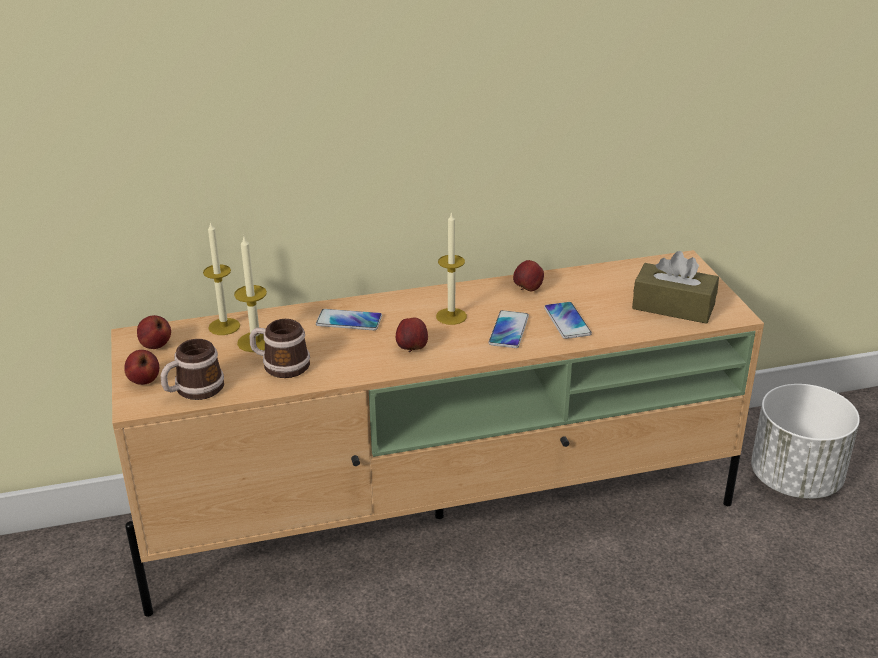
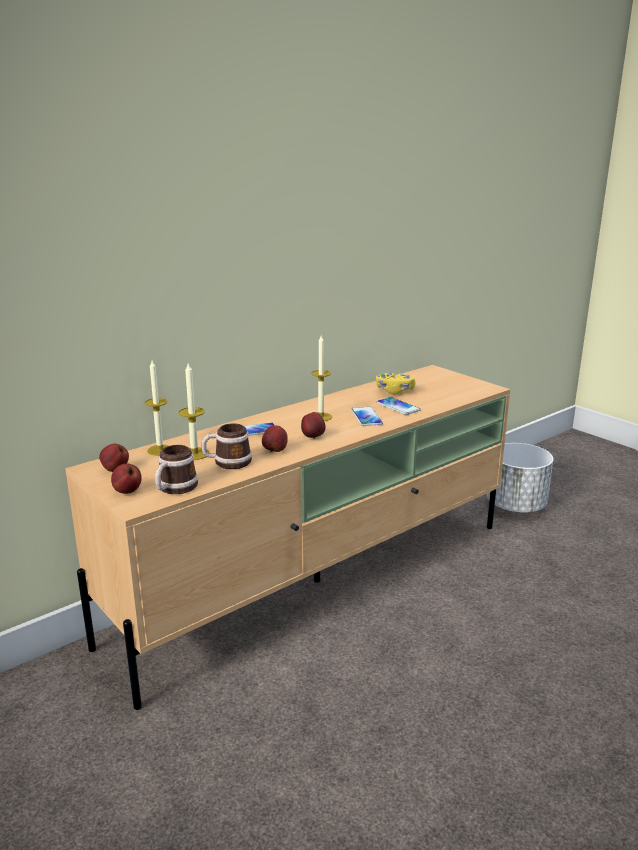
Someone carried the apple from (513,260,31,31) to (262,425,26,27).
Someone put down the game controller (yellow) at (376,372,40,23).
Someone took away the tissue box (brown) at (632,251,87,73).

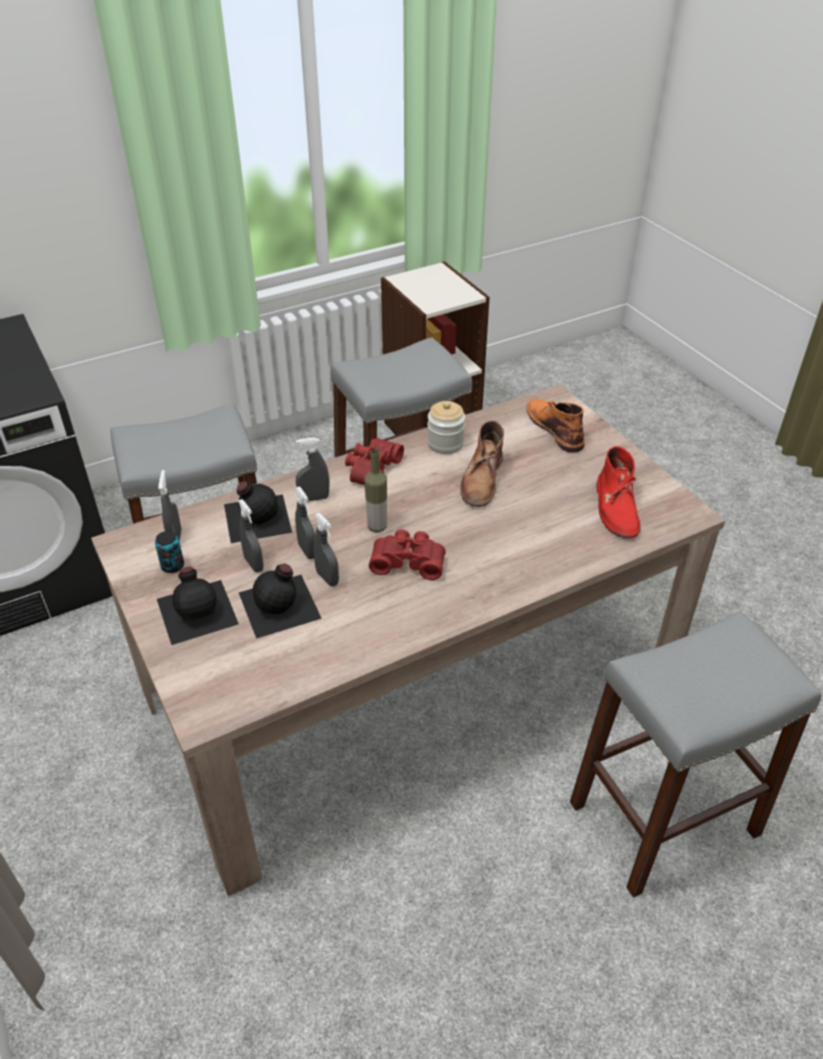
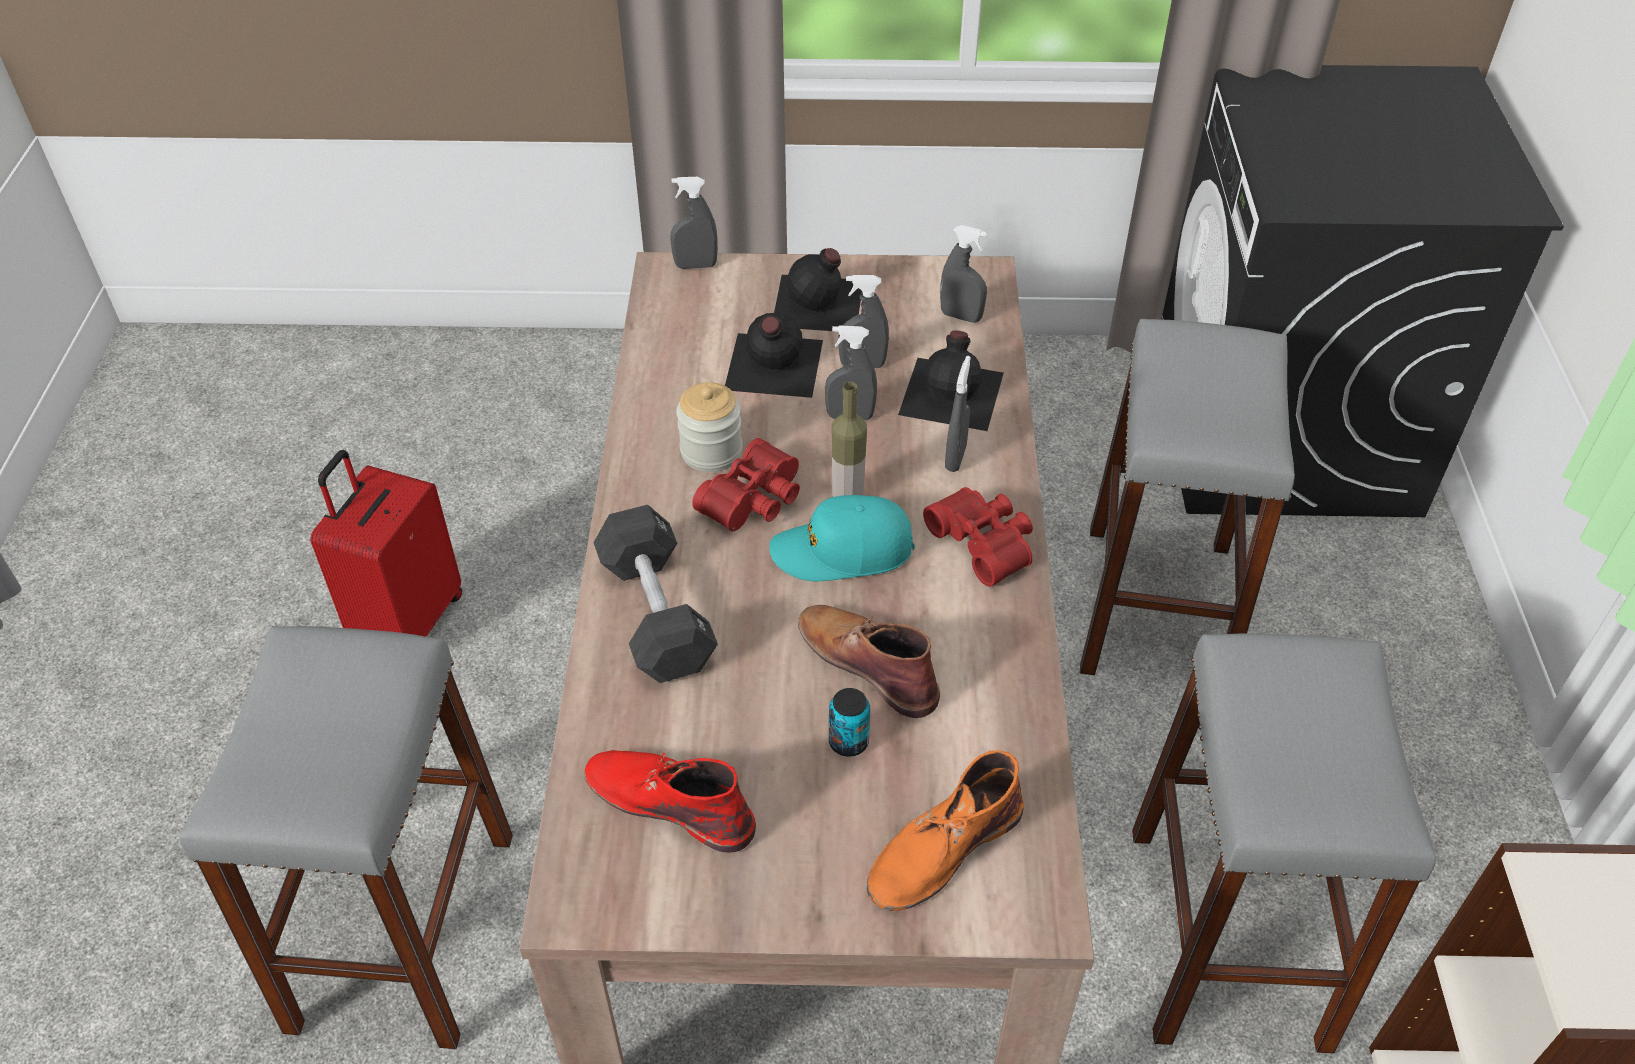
Someone put down the suitcase (red) at (310,450,152,187).
Someone put down the dumbbell (black) at (593,505,125,178).
Someone carried the spray bottle (grey) from (313,513,26,73) to (670,177,48,92).
Someone carried the jar from (427,401,38,53) to (676,382,66,90).
Someone put down the cap (turquoise) at (769,495,146,86).
Someone carried the can from (155,531,29,42) to (829,688,41,69).
Someone rotated the boot (orange) at (526,399,59,54) by 135 degrees clockwise.

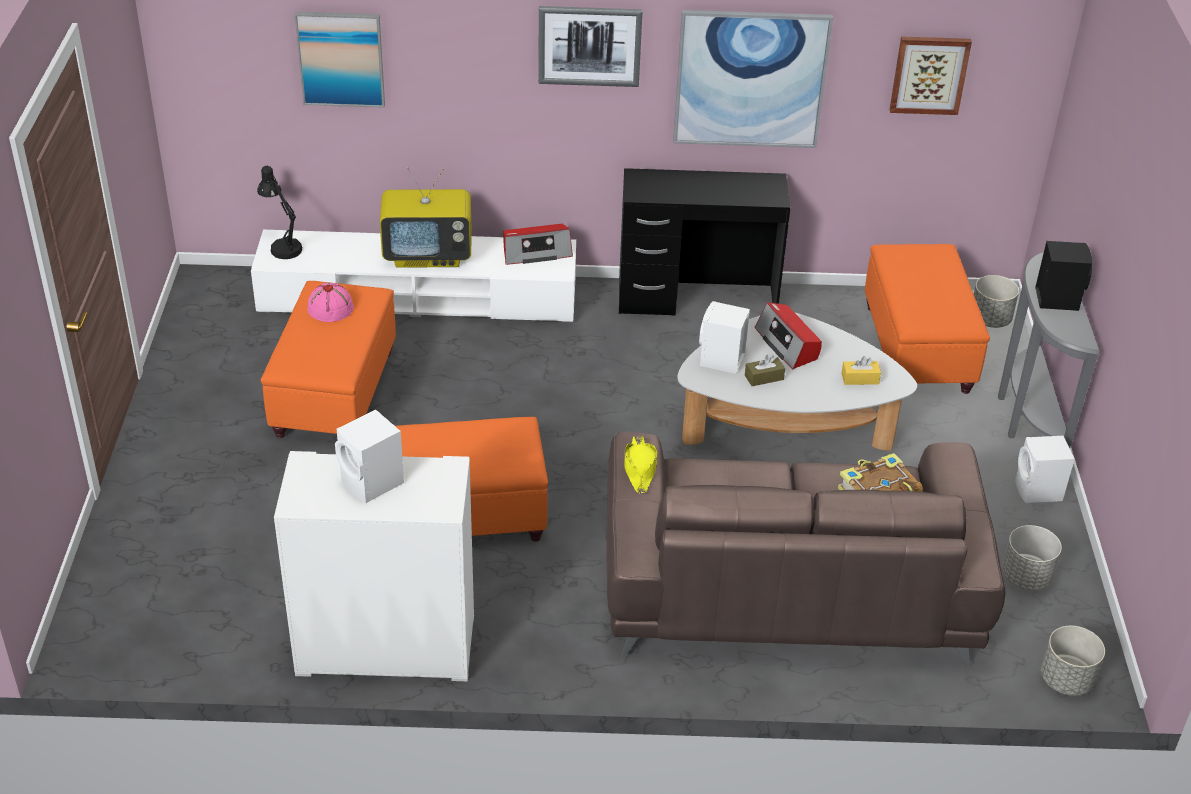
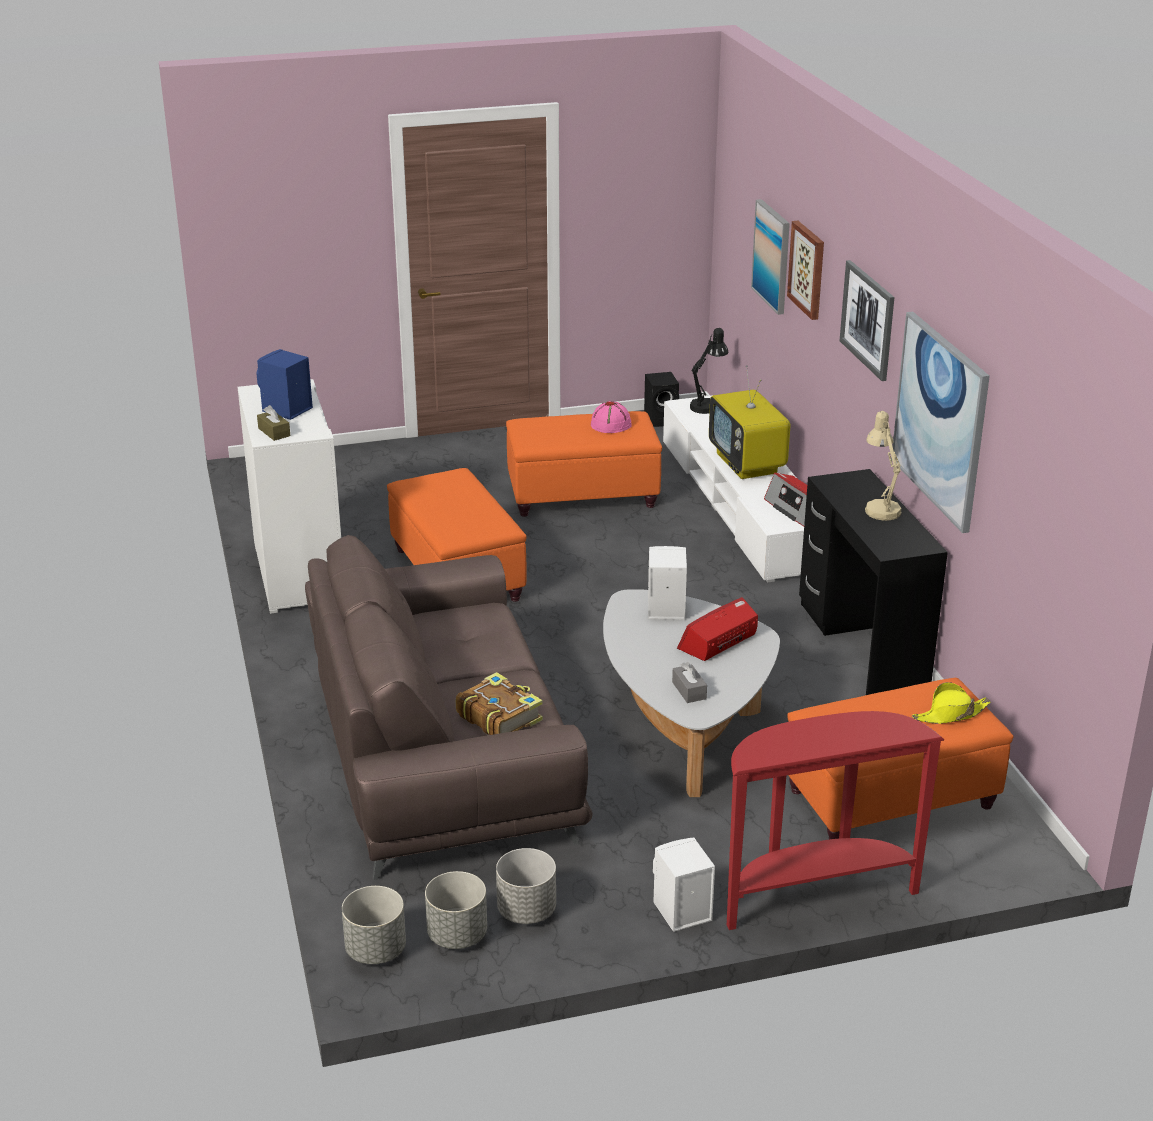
Someone repainted the speaker (white) at (335,410,69,93), which became the speaker (blue) at (256,349,57,71).
Someone carried the tissue box (brown) from (745,355,40,31) to (257,405,33,36).
Someone carried the planter (grey) from (974,275,45,53) to (425,871,62,78).
Someone carried the speaker (black) from (1035,241,57,70) to (644,372,35,55).
Someone repainted the tissue box (yellow) at (842,356,39,29), which became the tissue box (grey) at (672,662,35,41).
Someone repainted the console table (grey) at (998,252,101,196), which became the console table (red) at (727,711,217,219).
Someone carried the picture from (889,37,83,78) to (787,221,37,99).
Someone put down the table lamp (beige) at (865,411,37,110).
Someone carried the hat (yellow) from (624,436,33,58) to (912,682,79,42).

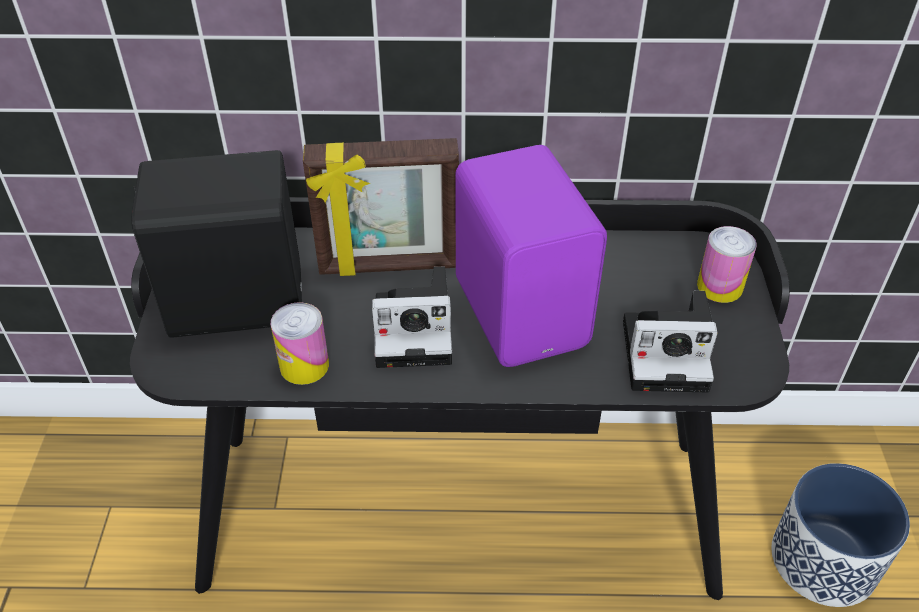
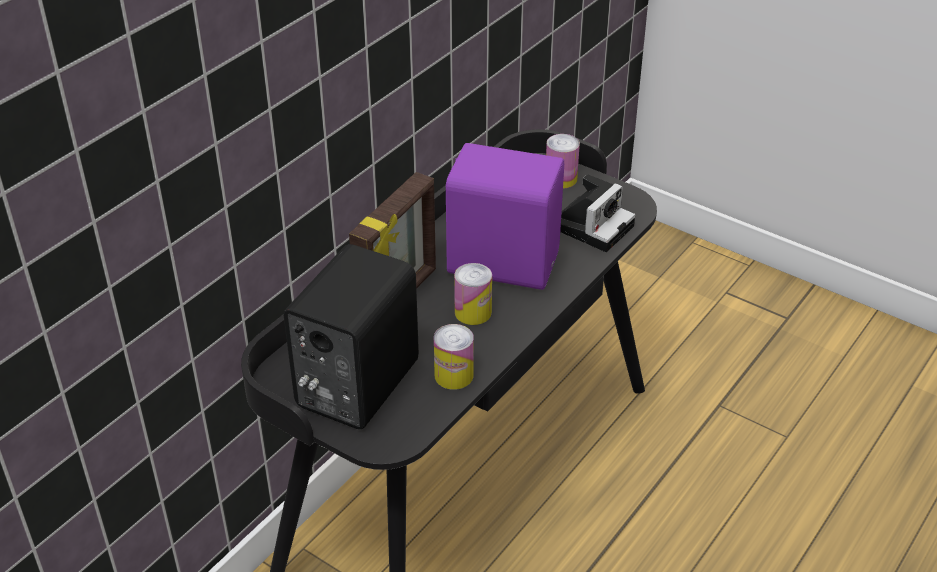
Someone swapped the photo camera at (372,267,80,101) for the can at (454,263,38,62).
Someone took away the planter at (771,463,139,144).

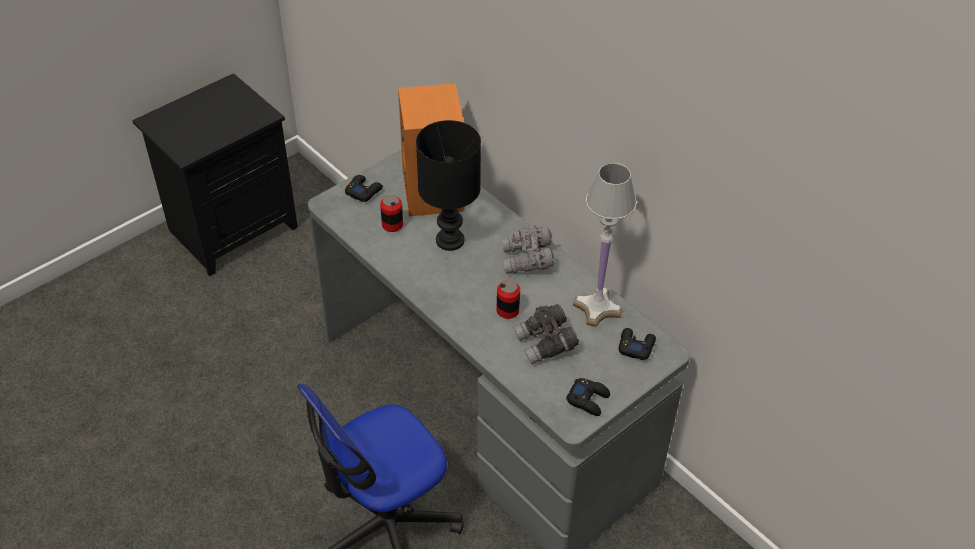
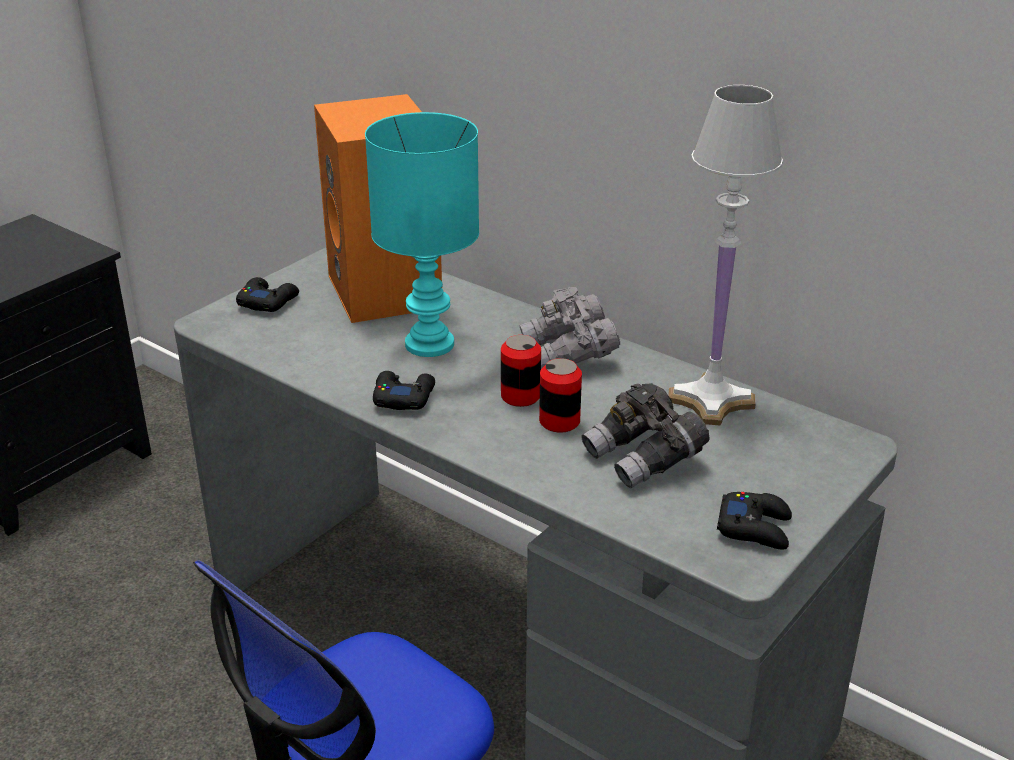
Someone repainted the table lamp (black) at (416,120,65,131), which became the table lamp (turquoise) at (365,112,114,245).
Someone carried the game controller (black) from (619,328,37,32) to (373,371,62,39).
Someone carried the can from (380,195,23,37) to (501,335,40,72).

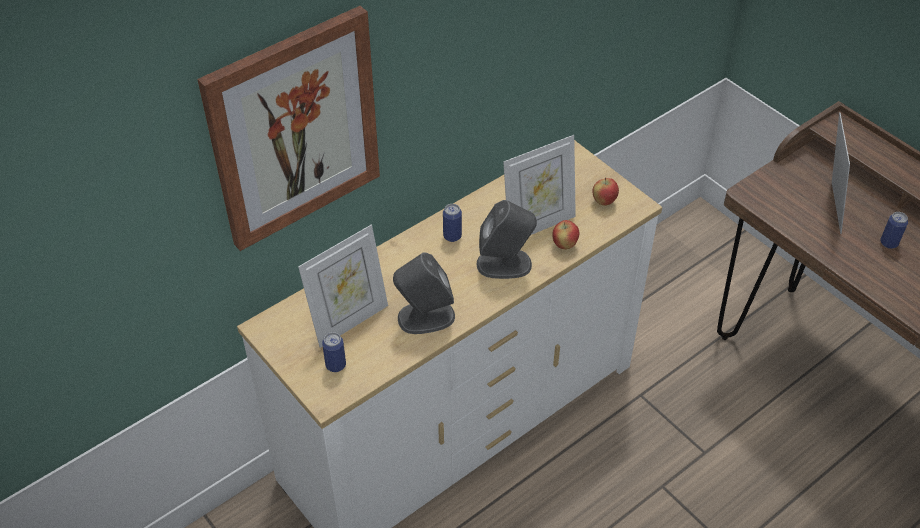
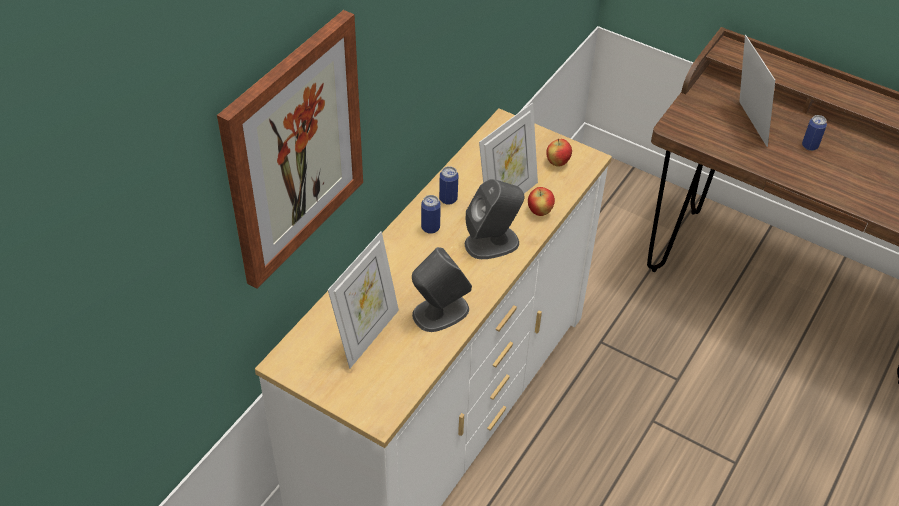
Someone carried the can from (322,332,24,40) to (439,166,19,39).

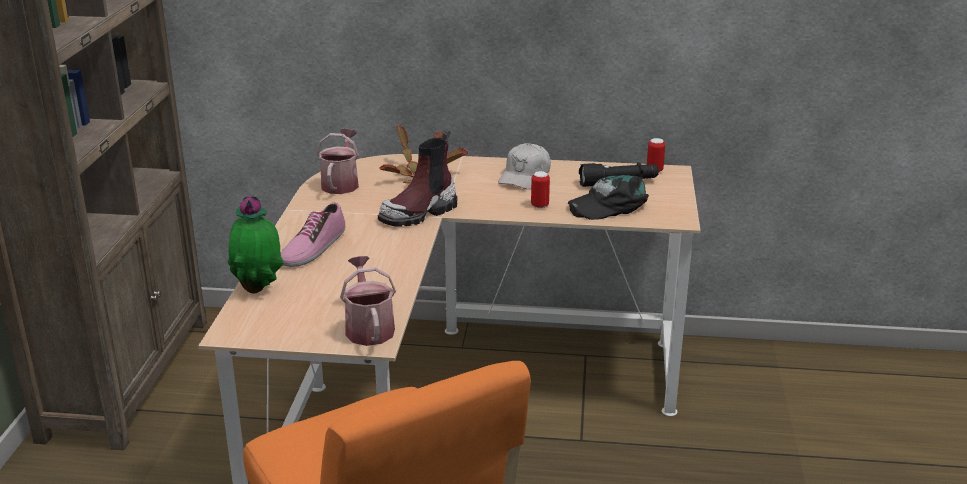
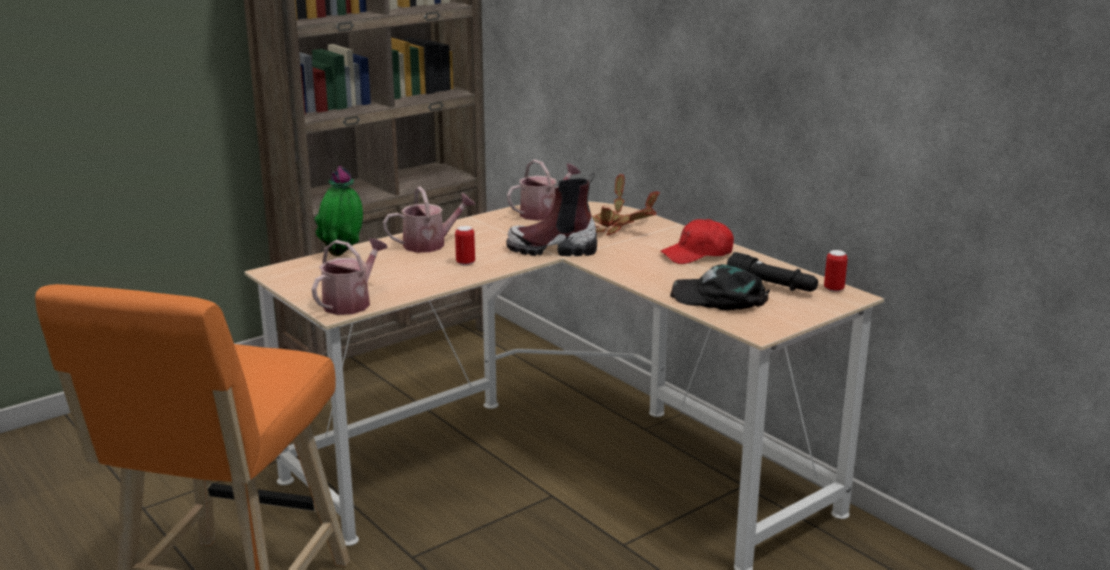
Someone swapped the shoe at (281,203,64,64) for the watering can at (383,186,93,67).
Someone carried the can from (531,171,19,37) to (455,226,20,39).
Someone repainted the cap (white) at (498,143,53,46), which became the cap (red) at (660,219,74,45).

